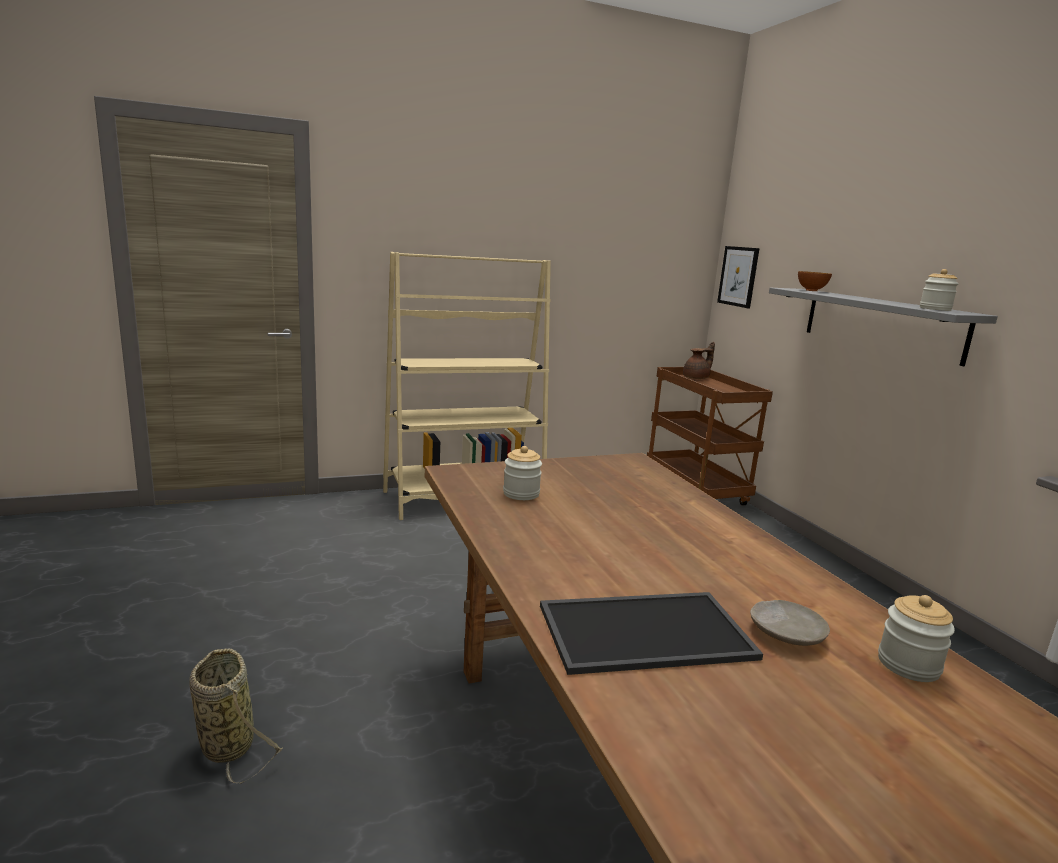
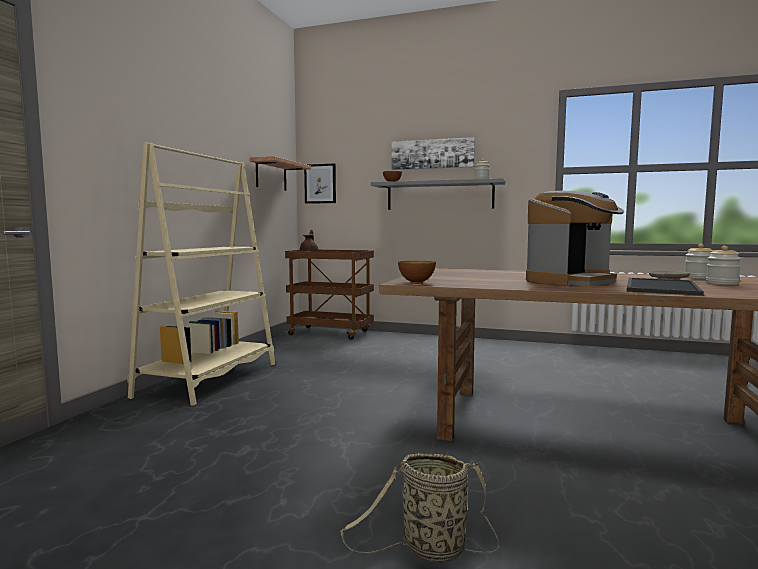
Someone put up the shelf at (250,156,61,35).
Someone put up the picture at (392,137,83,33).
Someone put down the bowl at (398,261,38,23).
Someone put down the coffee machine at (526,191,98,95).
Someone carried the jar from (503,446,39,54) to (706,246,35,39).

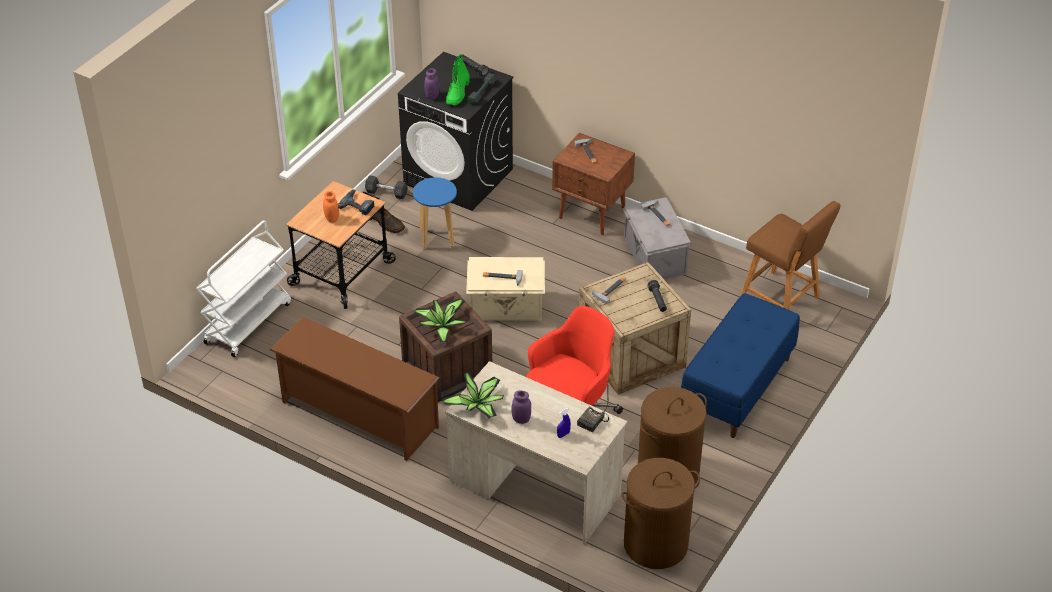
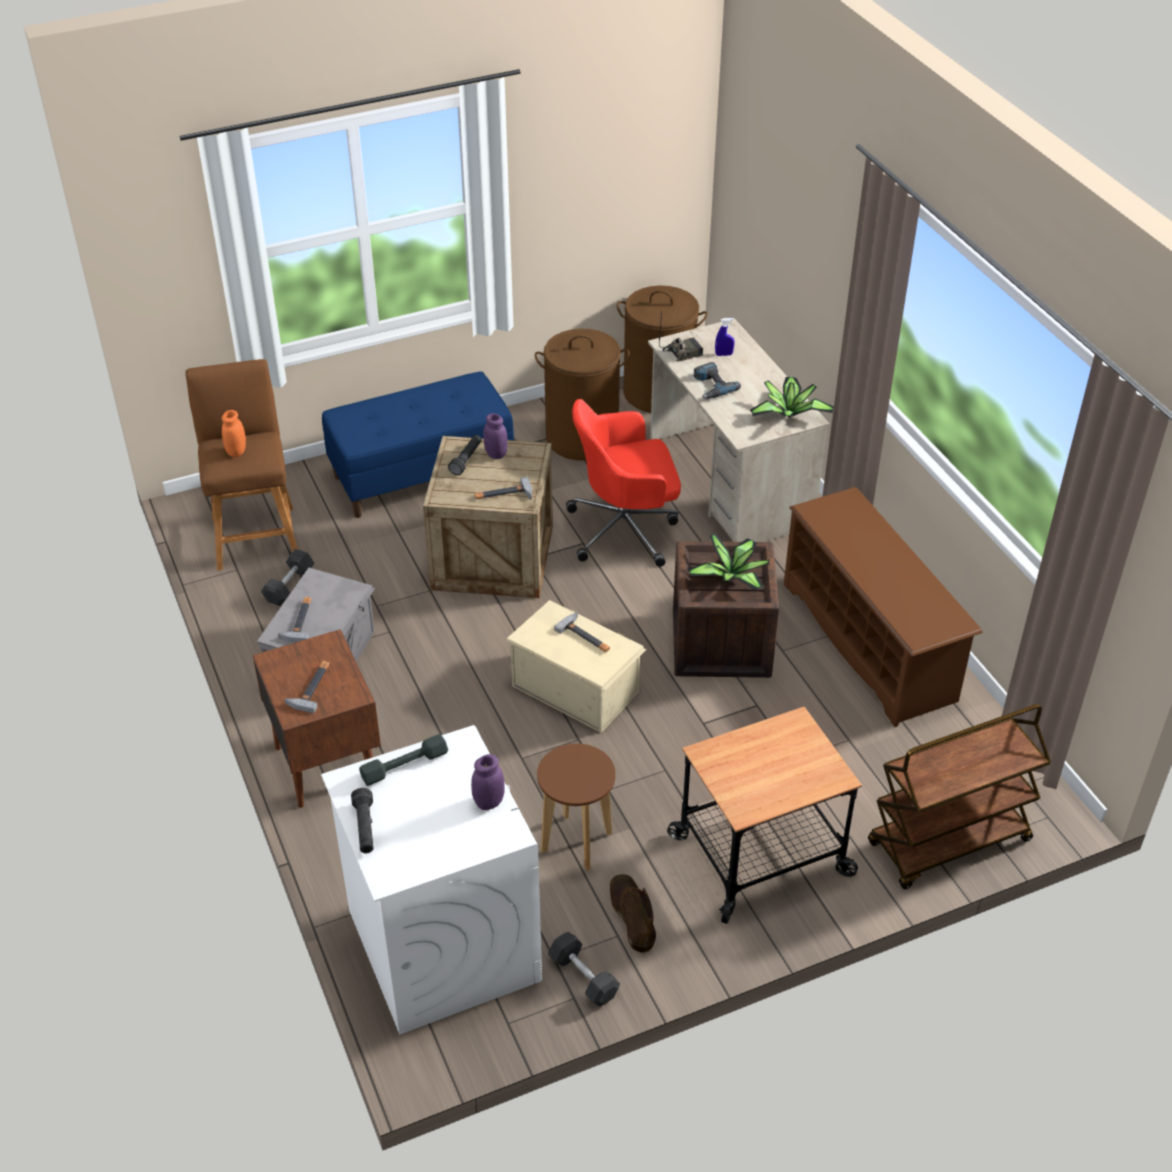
Someone carried the jar (orange) from (323,191,16,32) to (222,410,24,47).
Someone put down the dumbbell (grey) at (261,549,53,57).
Someone repainted the washing machine (black) at (398,52,116,159), which became the washing machine (white) at (321,725,221,310).
Someone carried the jar (purple) from (511,390,20,34) to (483,413,25,46).
Someone repainted the stool (blue) at (413,177,44,73), which became the stool (brown) at (537,744,79,127).
Someone carried the power drill from (338,189,37,26) to (693,362,48,37).
Someone repainted the cart (white) at (196,220,95,137), which became the cart (brown) at (868,704,183,185).
Someone took away the boot (green) at (446,54,24,51).

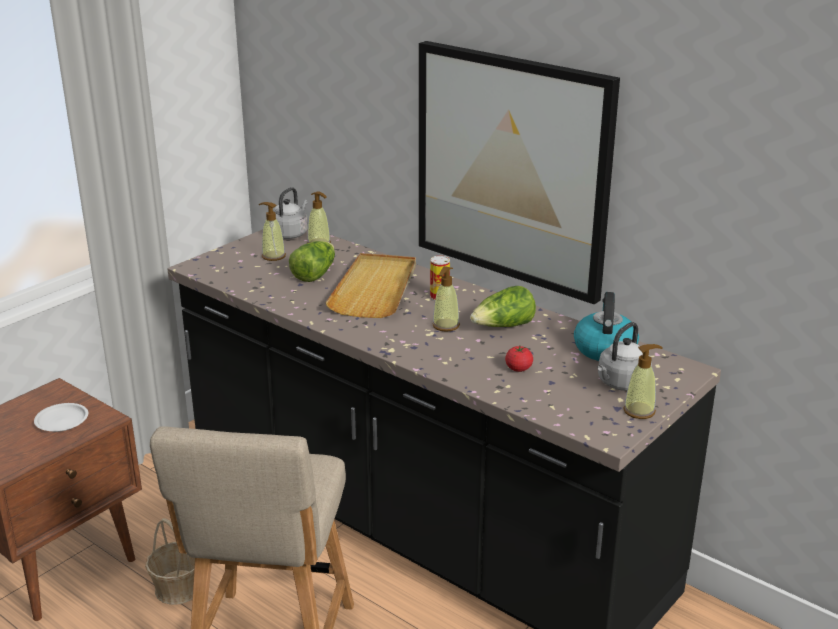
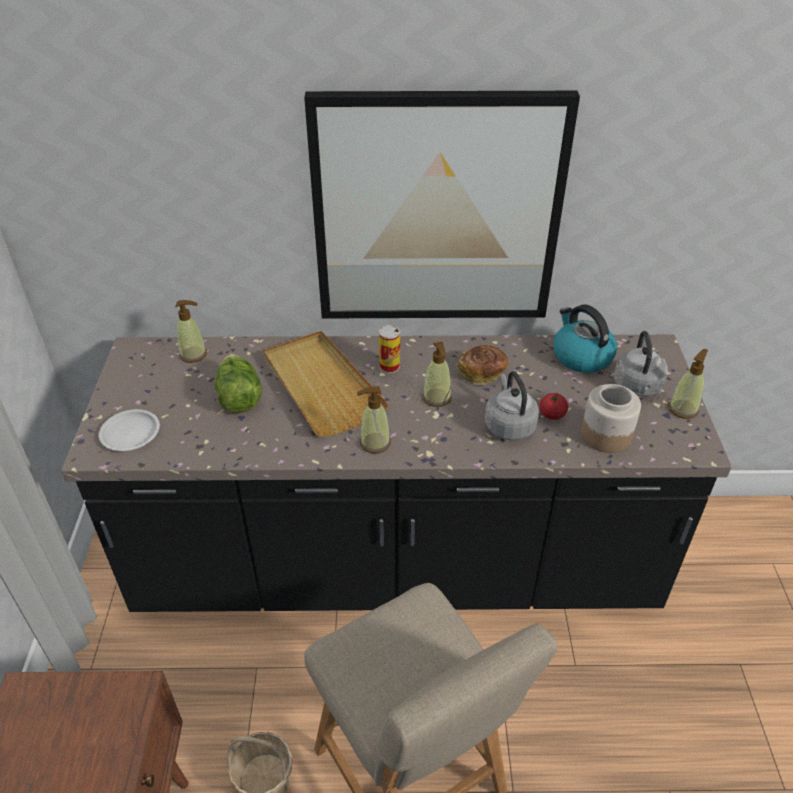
Someone carried the plate (white) from (34,403,54,29) to (99,409,61,42).
Someone carried the soap dispenser from (259,202,27,59) to (357,386,34,67).
Someone swapped the lettuce at (470,286,66,41) for the bread at (458,345,50,40).
Someone carried the kettle (grey) from (273,187,35,52) to (485,371,54,70).
Someone put down the jar at (581,384,60,69).

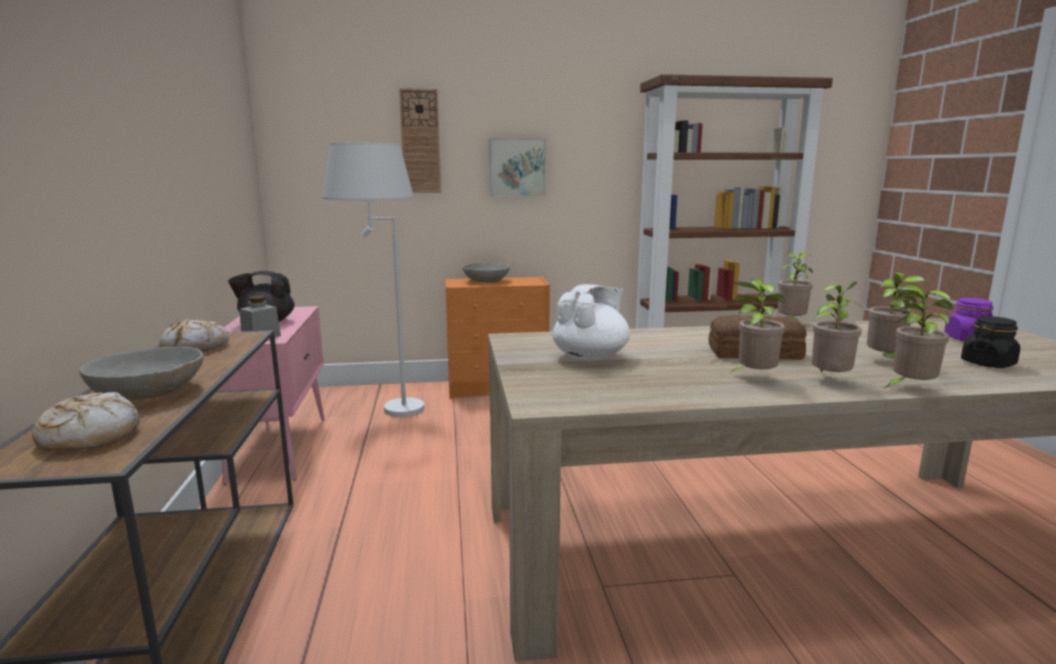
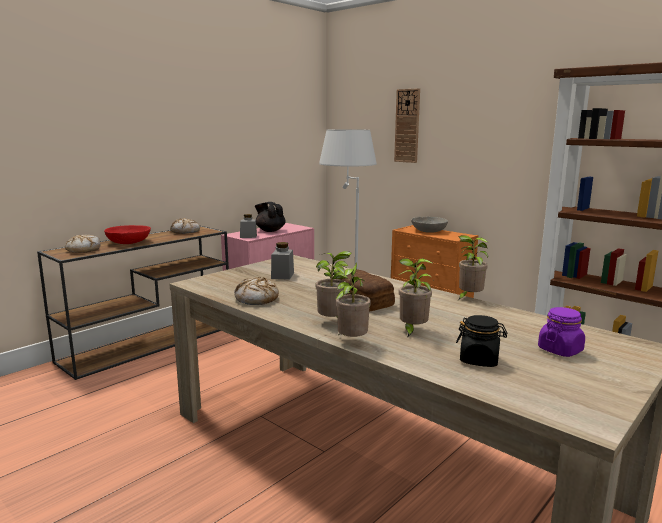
Someone repainted the bowl (grey) at (79,347,125,53), which became the bowl (red) at (104,225,47,19).
Someone put down the bread at (234,277,45,28).
Someone swapped the teapot (white) at (552,284,78,77) for the jar (grey) at (271,242,23,38).
Someone took away the picture at (488,138,58,59).
Someone took away the potted plant at (731,279,54,93).

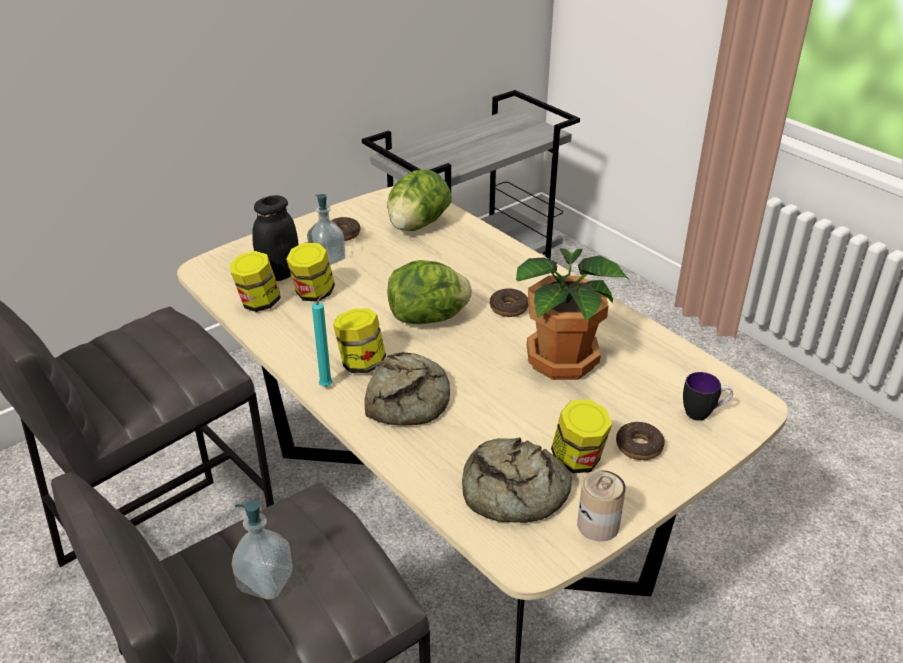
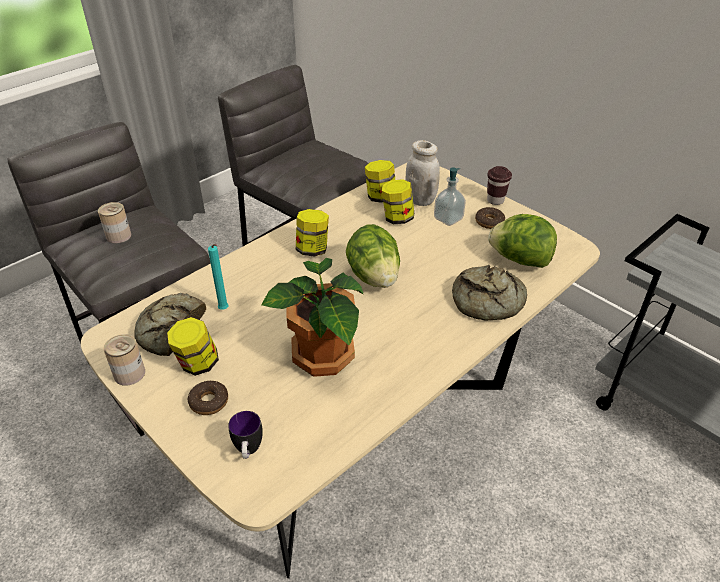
Someone swapped the soap dispenser at (232,500,60,100) for the can at (98,202,33,42).
Someone carried the candle (turquoise) from (312,292,21,95) to (208,244,21,66).
Someone repainted the jar (black) at (252,195,47,86), which became the jar (white) at (405,140,35,66).
Someone carried the bread from (364,352,86,74) to (452,265,75,55).
Someone put down the cup (brown) at (487,166,25,39).
Someone took away the donut at (490,288,38,29).

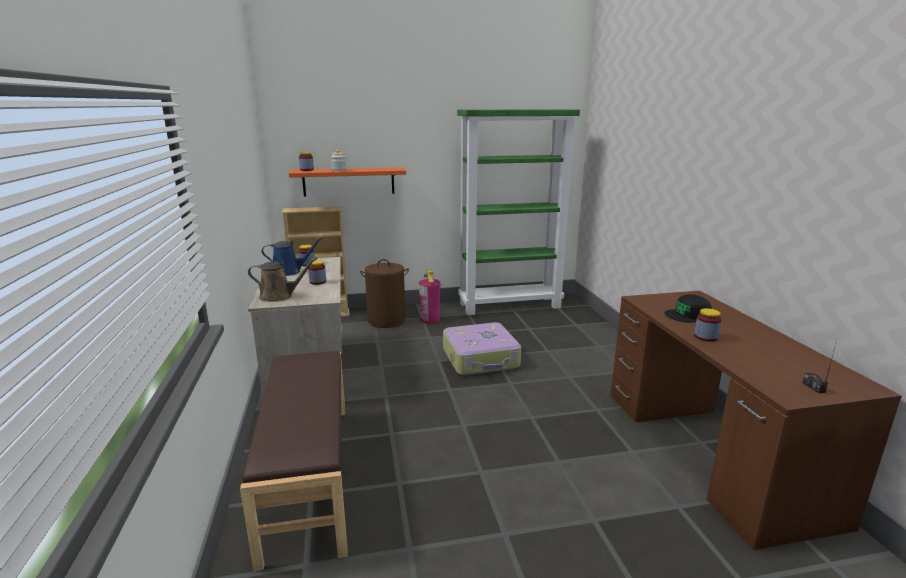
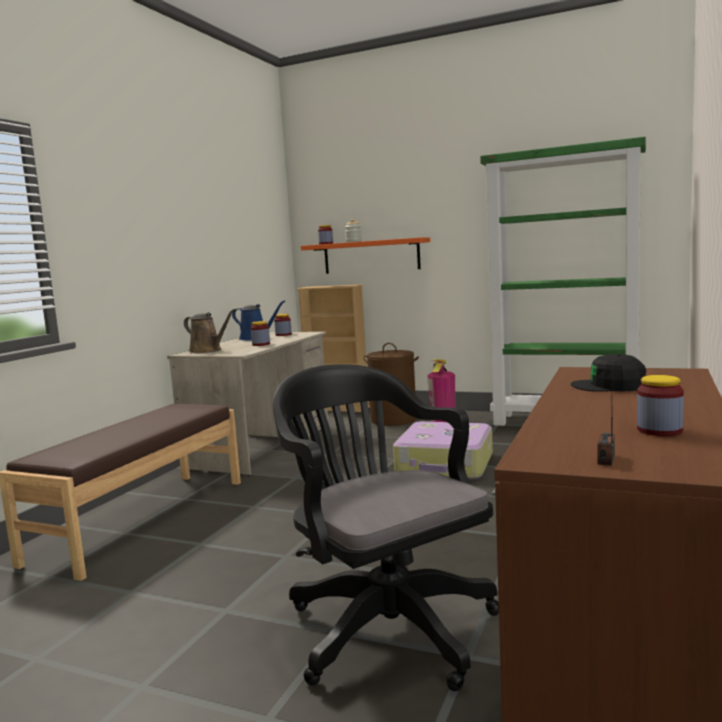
Someone put down the office chair (black) at (273,364,226,327).
Someone carried the jar from (694,308,27,34) to (637,375,47,61).

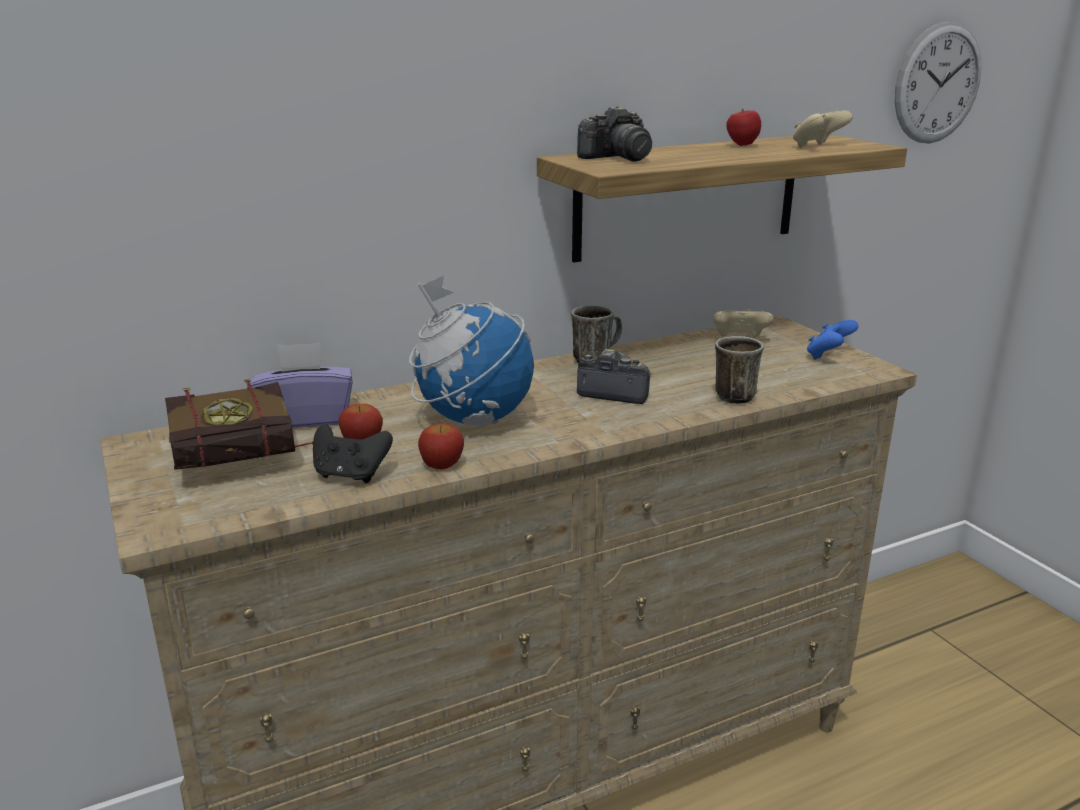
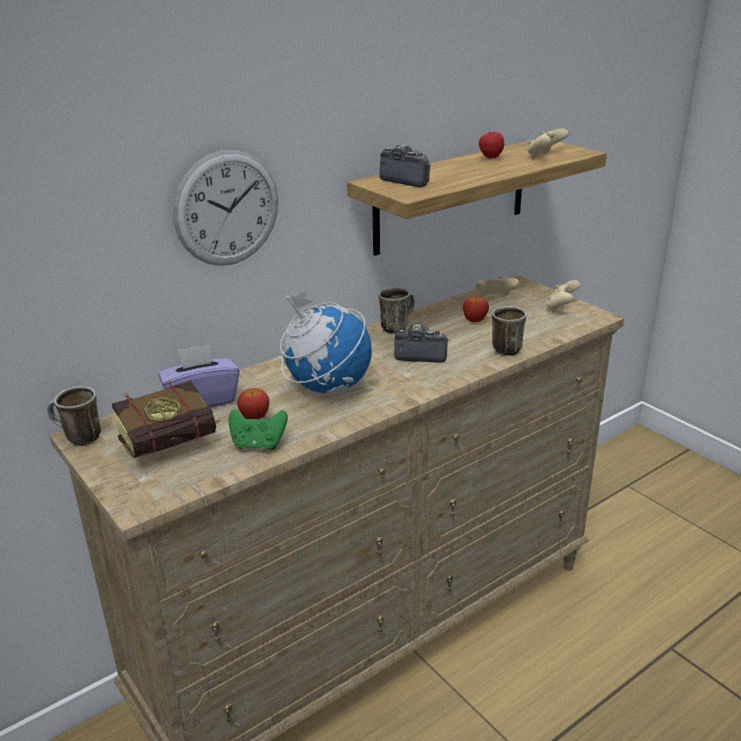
Someone put down the mug at (47,386,54,59).
Someone carried the wall clock from (895,21,86,123) to (173,150,105,116).
Someone repainted the game controller (black) at (313,424,80,59), which became the game controller (green) at (229,409,59,41).
Someone rotated the photo camera at (577,106,75,56) by 105 degrees counterclockwise.
Someone carried the apple from (418,423,46,46) to (463,296,26,26).
Someone repainted the game controller (blue) at (807,320,52,40), which became the game controller (beige) at (546,280,34,32).

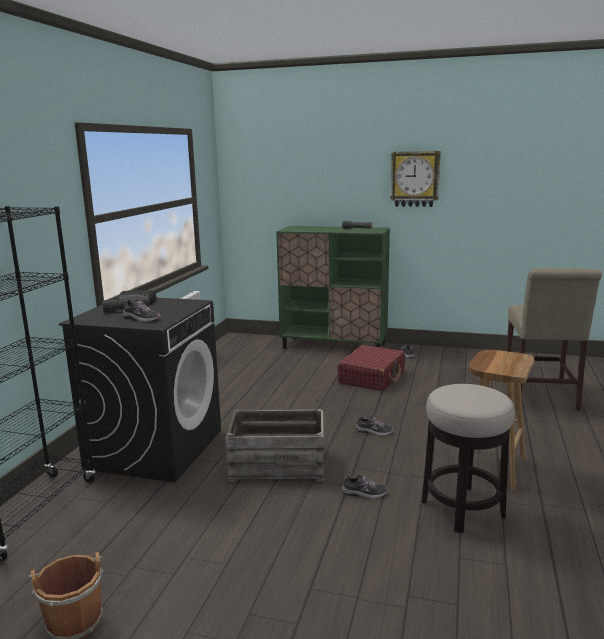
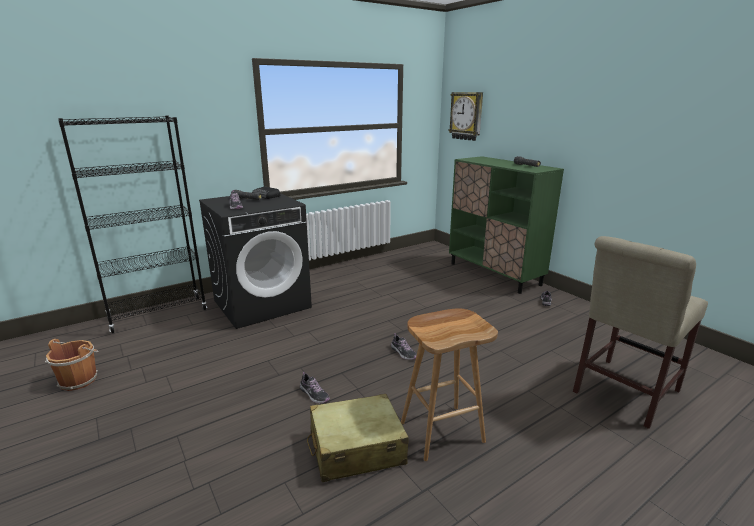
Someone swapped the stool at (422,384,93,149) for the suitcase (beige) at (307,394,102,88).
Someone carried the wall clock from (390,151,51,56) to (448,92,35,49).
Someone took away the crate at (225,409,99,73).
Someone took away the suitcase (red) at (338,345,67,46).

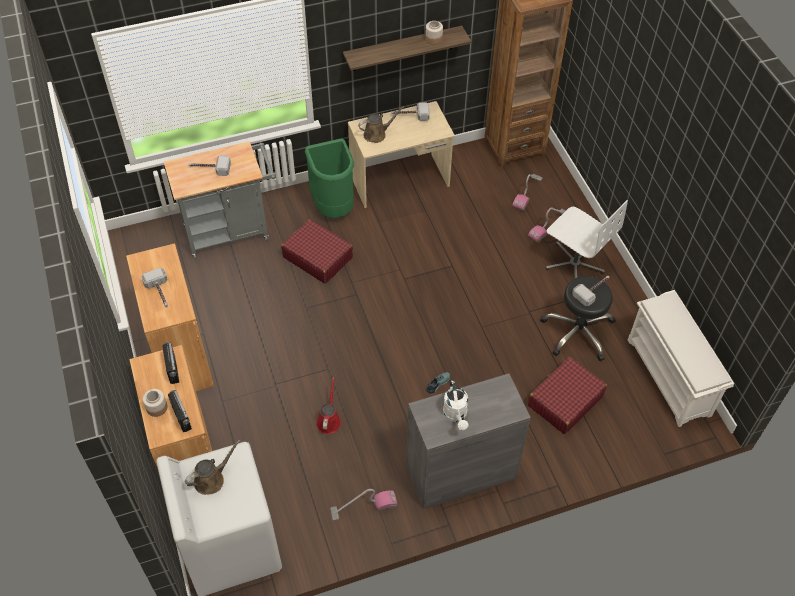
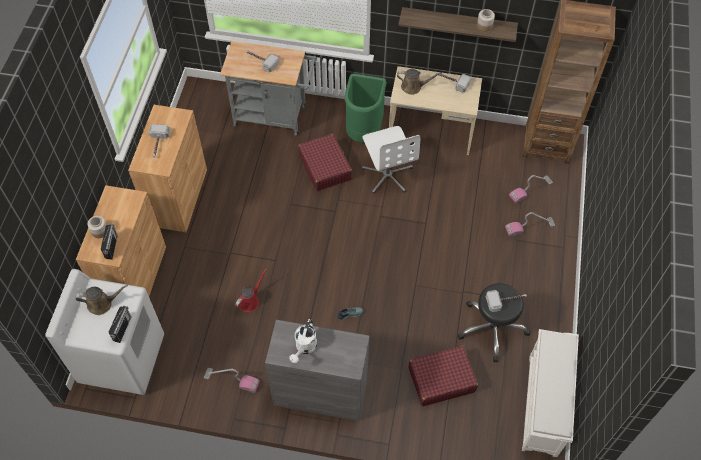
Someone carried the radio from (162,342,17,42) to (108,306,23,37).
Someone carried the office chair (white) from (545,200,83,78) to (362,126,58,67).

